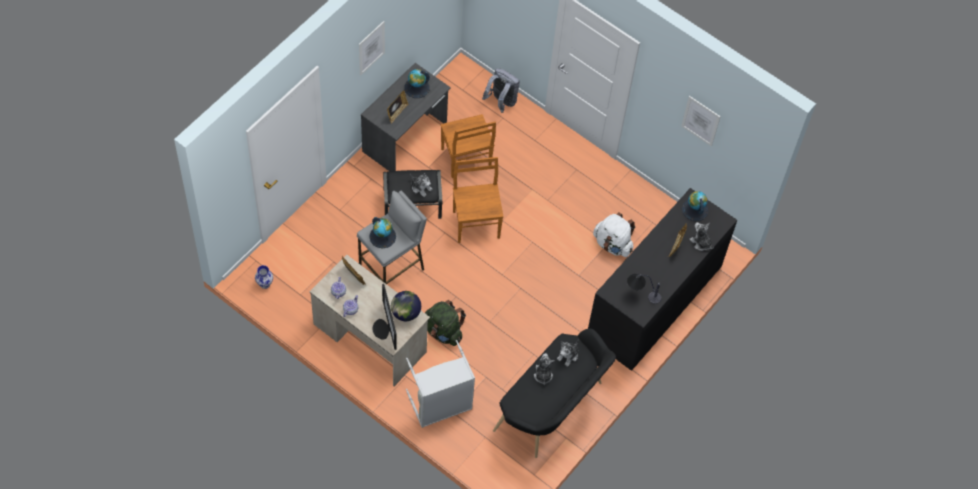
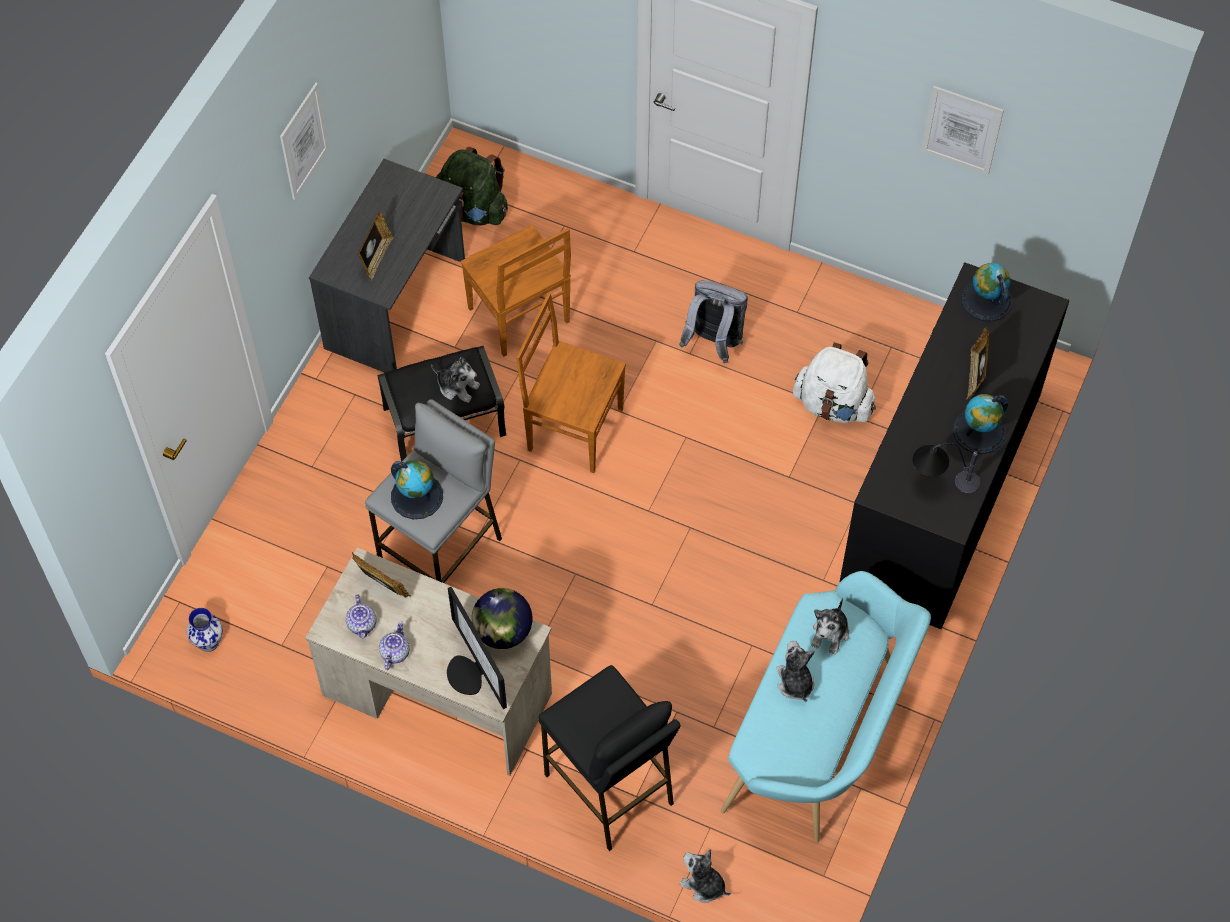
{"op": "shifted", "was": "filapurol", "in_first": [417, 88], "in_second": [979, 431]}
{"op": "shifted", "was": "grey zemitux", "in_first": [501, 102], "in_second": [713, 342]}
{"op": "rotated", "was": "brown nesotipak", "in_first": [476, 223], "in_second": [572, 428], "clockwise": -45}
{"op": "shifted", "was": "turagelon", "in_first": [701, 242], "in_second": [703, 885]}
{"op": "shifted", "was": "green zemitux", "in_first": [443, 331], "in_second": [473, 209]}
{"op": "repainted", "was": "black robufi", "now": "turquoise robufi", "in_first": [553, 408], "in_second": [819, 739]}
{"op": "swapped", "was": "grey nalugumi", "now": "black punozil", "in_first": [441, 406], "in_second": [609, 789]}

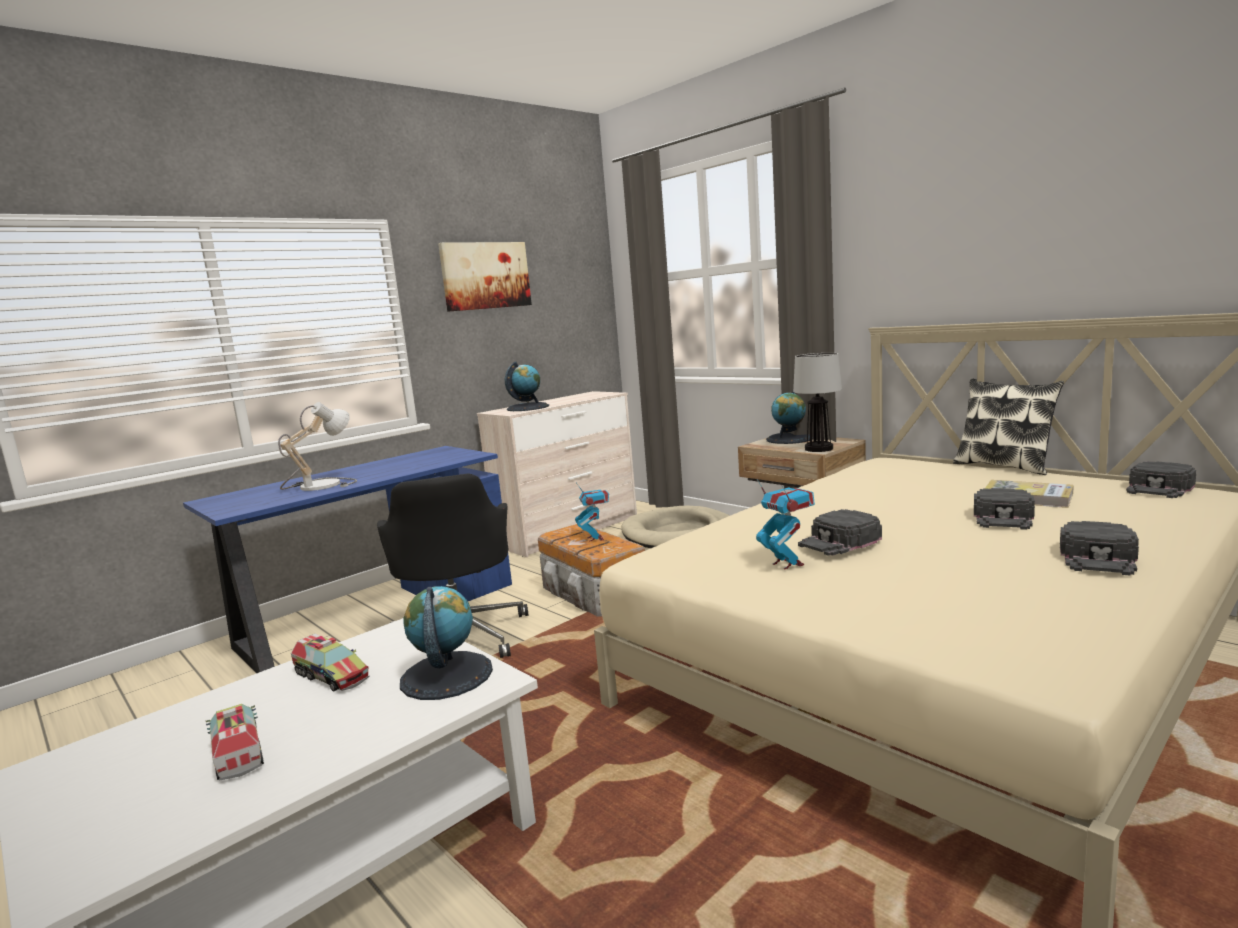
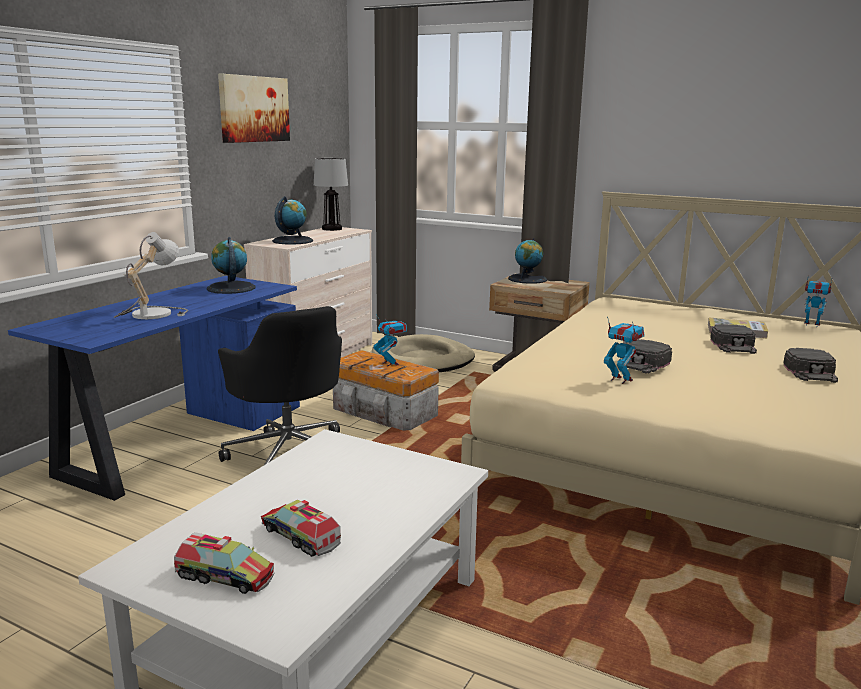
{"op": "shifted", "was": "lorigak", "in_first": [818, 449], "in_second": [331, 229]}
{"op": "gone", "was": "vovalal", "in_first": [1004, 466]}
{"op": "swapped", "was": "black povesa", "now": "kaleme", "in_first": [1159, 488], "in_second": [811, 325]}
{"op": "shifted", "was": "filapurol", "in_first": [446, 675], "in_second": [231, 288]}
{"op": "shifted", "was": "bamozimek", "in_first": [331, 676], "in_second": [225, 576]}

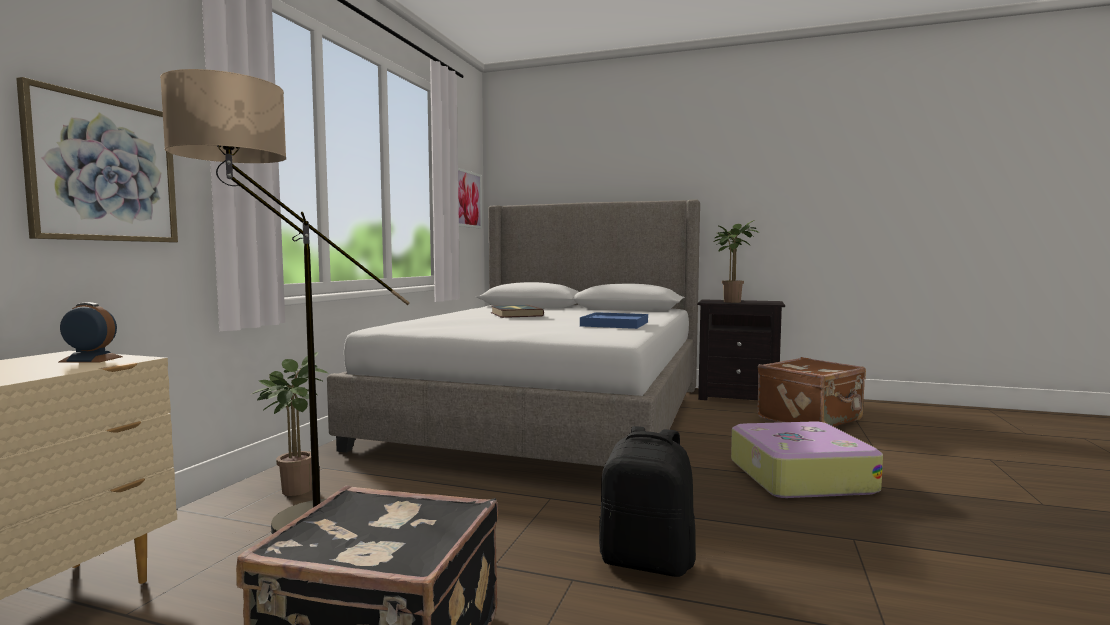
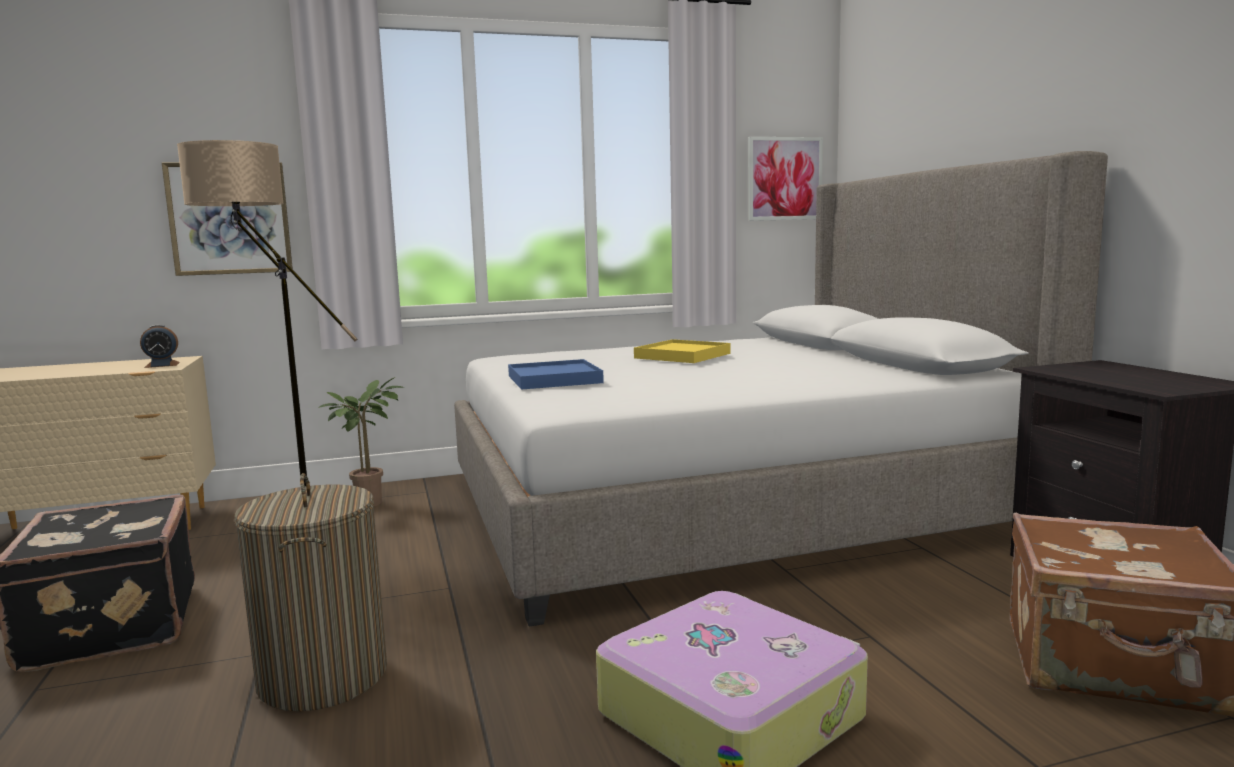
{"op": "gone", "was": "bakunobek", "in_first": [732, 301]}
{"op": "rotated", "was": "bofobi", "in_first": [91, 359], "in_second": [162, 365], "clockwise": 105}
{"op": "swapped", "was": "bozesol", "now": "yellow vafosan", "in_first": [516, 314], "in_second": [682, 356]}
{"op": "shifted", "was": "blue vafosan", "in_first": [614, 324], "in_second": [554, 379]}
{"op": "swapped", "was": "black zemitux", "now": "nalugumi", "in_first": [647, 561], "in_second": [323, 677]}

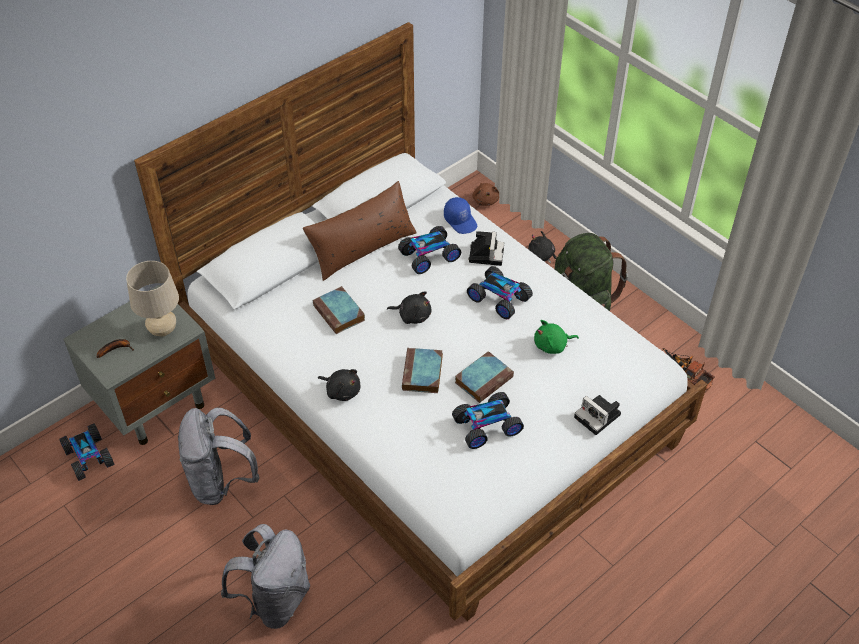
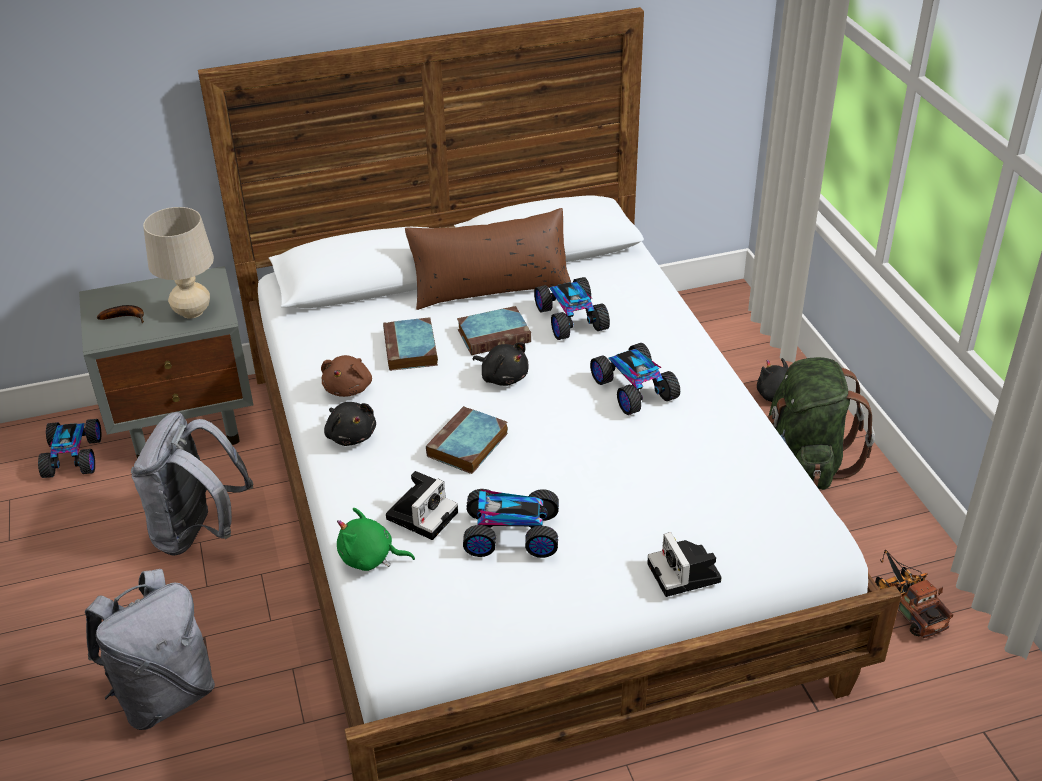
{"op": "shifted", "was": "brown turagelon", "in_first": [485, 200], "in_second": [349, 388]}
{"op": "gone", "was": "blue povesa", "in_first": [461, 221]}
{"op": "rotated", "was": "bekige", "in_first": [430, 256], "in_second": [572, 318], "clockwise": -105}
{"op": "shifted", "was": "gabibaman", "in_first": [486, 253], "in_second": [422, 513]}
{"op": "shifted", "was": "green turagelon", "in_first": [552, 345], "in_second": [370, 558]}
{"op": "shifted", "was": "bozesol", "in_first": [484, 379], "in_second": [495, 335]}

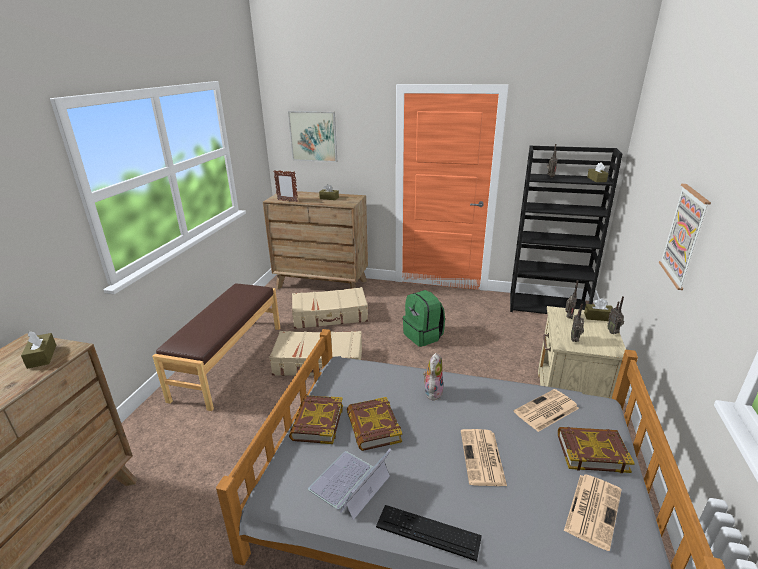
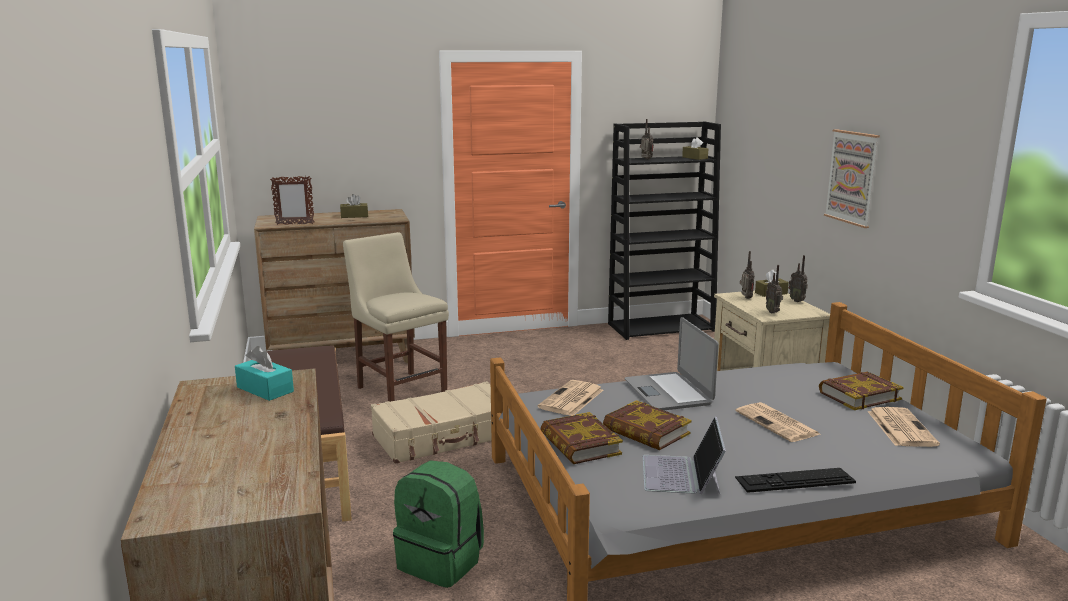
{"op": "gone", "was": "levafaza", "in_first": [313, 136]}
{"op": "swapped", "was": "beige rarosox", "now": "beige nesotipak", "in_first": [330, 316], "in_second": [400, 388]}
{"op": "shifted", "was": "green zemitux", "in_first": [423, 336], "in_second": [442, 562]}
{"op": "repainted", "was": "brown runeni", "now": "turquoise runeni", "in_first": [42, 356], "in_second": [265, 389]}
{"op": "swapped", "was": "turagelon", "now": "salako", "in_first": [432, 391], "in_second": [668, 392]}
{"op": "shifted", "was": "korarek", "in_first": [546, 411], "in_second": [571, 399]}

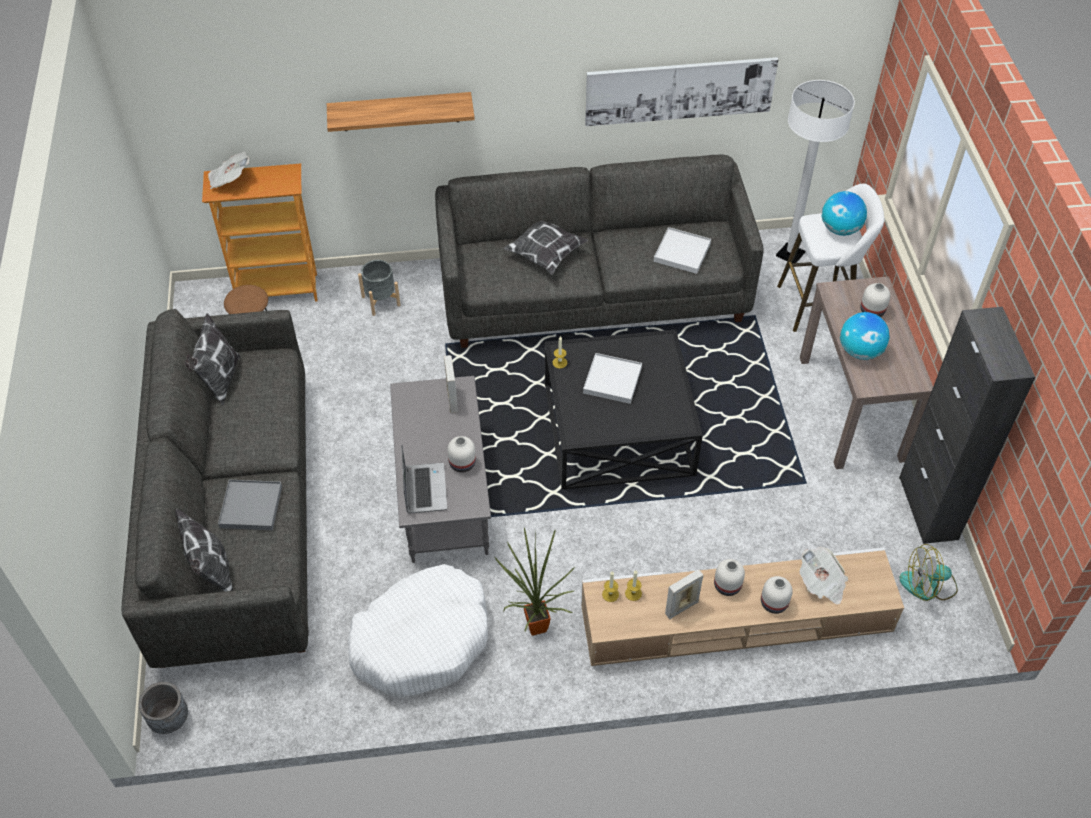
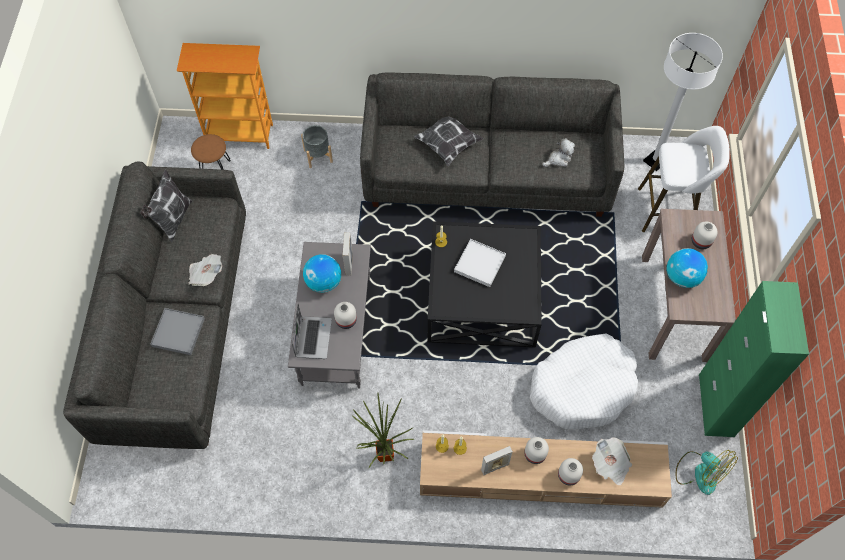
{"op": "gone", "was": "levafaza", "in_first": [679, 90]}
{"op": "gone", "was": "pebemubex", "in_first": [400, 111]}
{"op": "shifted", "was": "korarek", "in_first": [229, 180], "in_second": [206, 275]}
{"op": "shifted", "was": "filapurol", "in_first": [840, 229], "in_second": [323, 282]}
{"op": "swapped", "was": "white vafosan", "now": "turagelon", "in_first": [682, 252], "in_second": [558, 159]}
{"op": "repainted", "was": "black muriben", "now": "green muriben", "in_first": [928, 508], "in_second": [716, 405]}
{"op": "gone", "was": "vovalal", "in_first": [212, 572]}
{"op": "rotated", "was": "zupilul", "in_first": [928, 585], "in_second": [700, 472], "clockwise": -135}
{"op": "shifted", "was": "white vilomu", "in_first": [422, 640], "in_second": [582, 387]}
{"op": "gone", "was": "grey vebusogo", "in_first": [169, 719]}

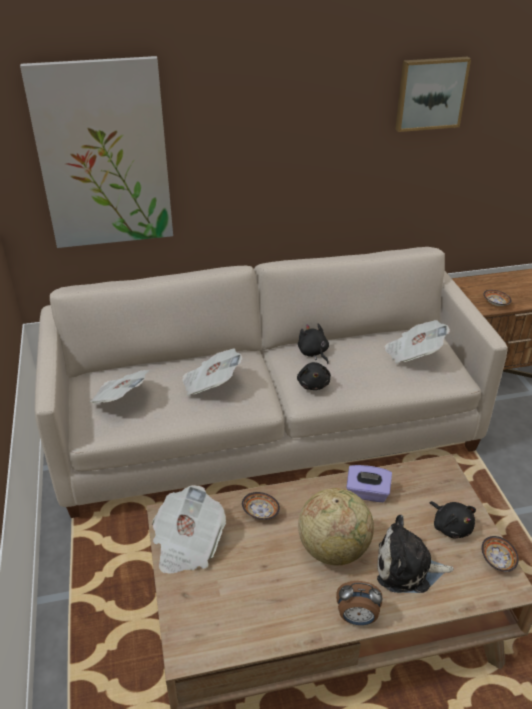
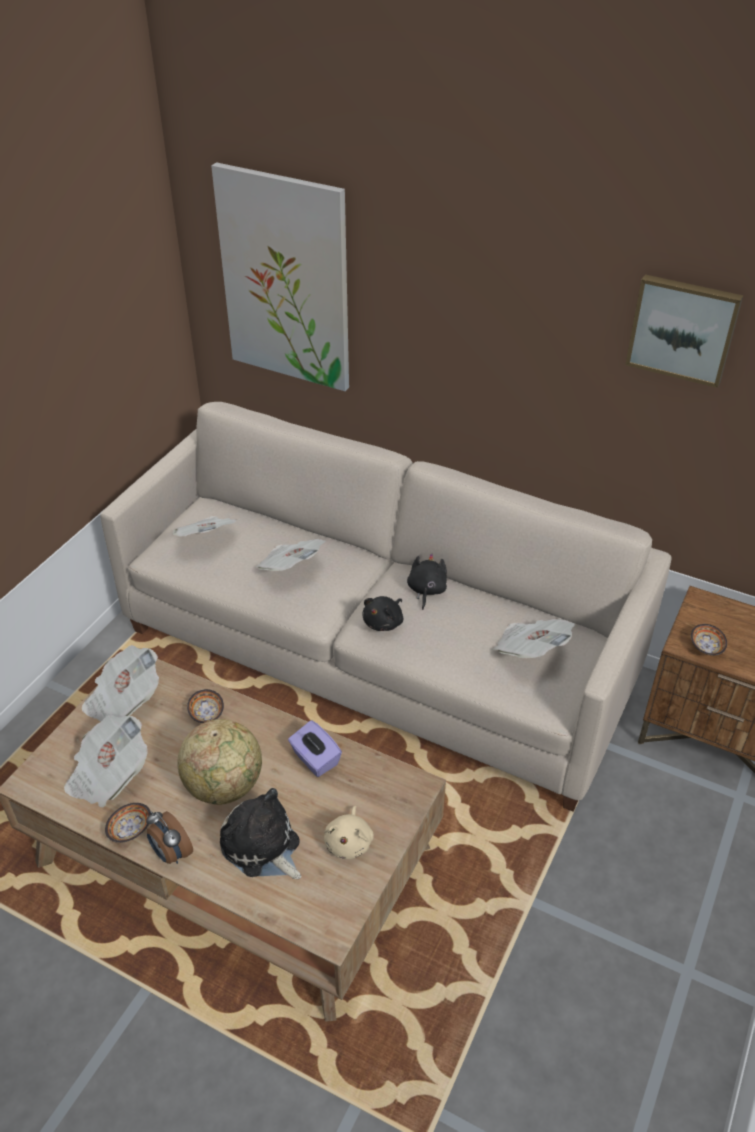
{"op": "repainted", "was": "black turagelon", "now": "beige turagelon", "in_first": [451, 526], "in_second": [349, 842]}
{"op": "shifted", "was": "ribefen", "in_first": [496, 561], "in_second": [129, 830]}
{"op": "new", "now": "korarek", "in_second": [108, 775]}

